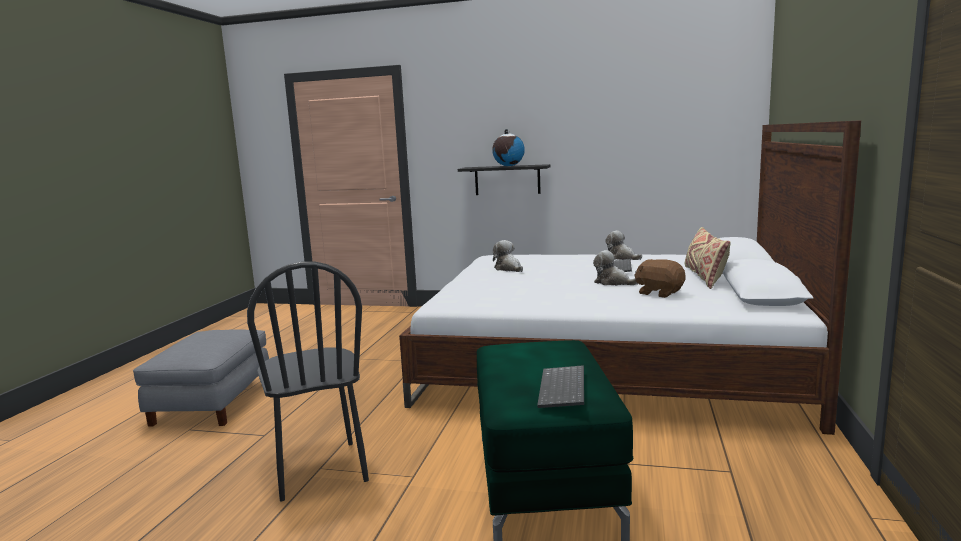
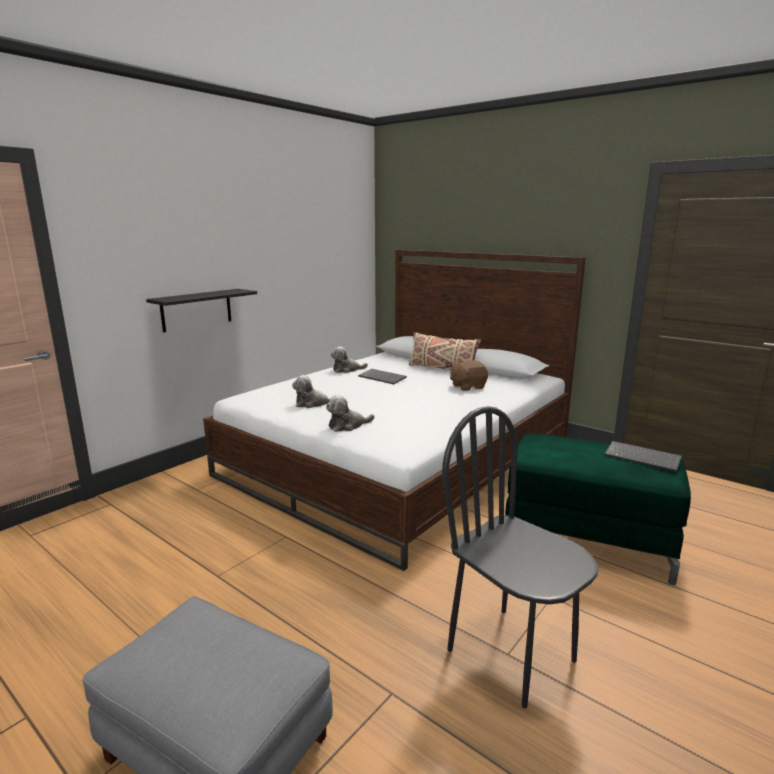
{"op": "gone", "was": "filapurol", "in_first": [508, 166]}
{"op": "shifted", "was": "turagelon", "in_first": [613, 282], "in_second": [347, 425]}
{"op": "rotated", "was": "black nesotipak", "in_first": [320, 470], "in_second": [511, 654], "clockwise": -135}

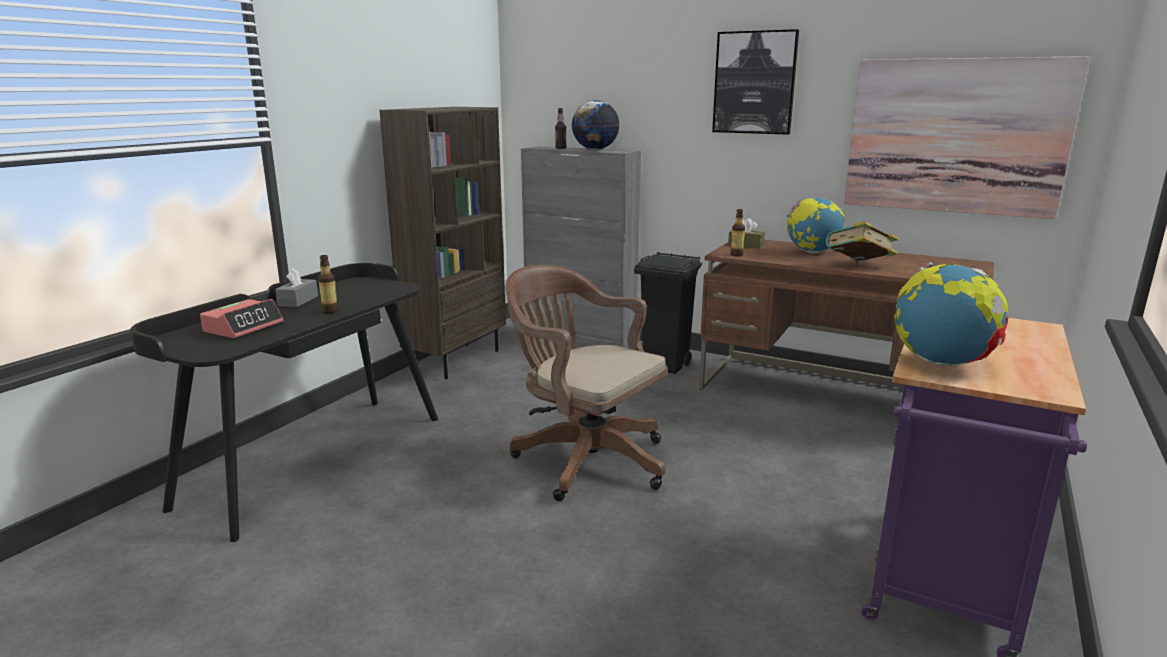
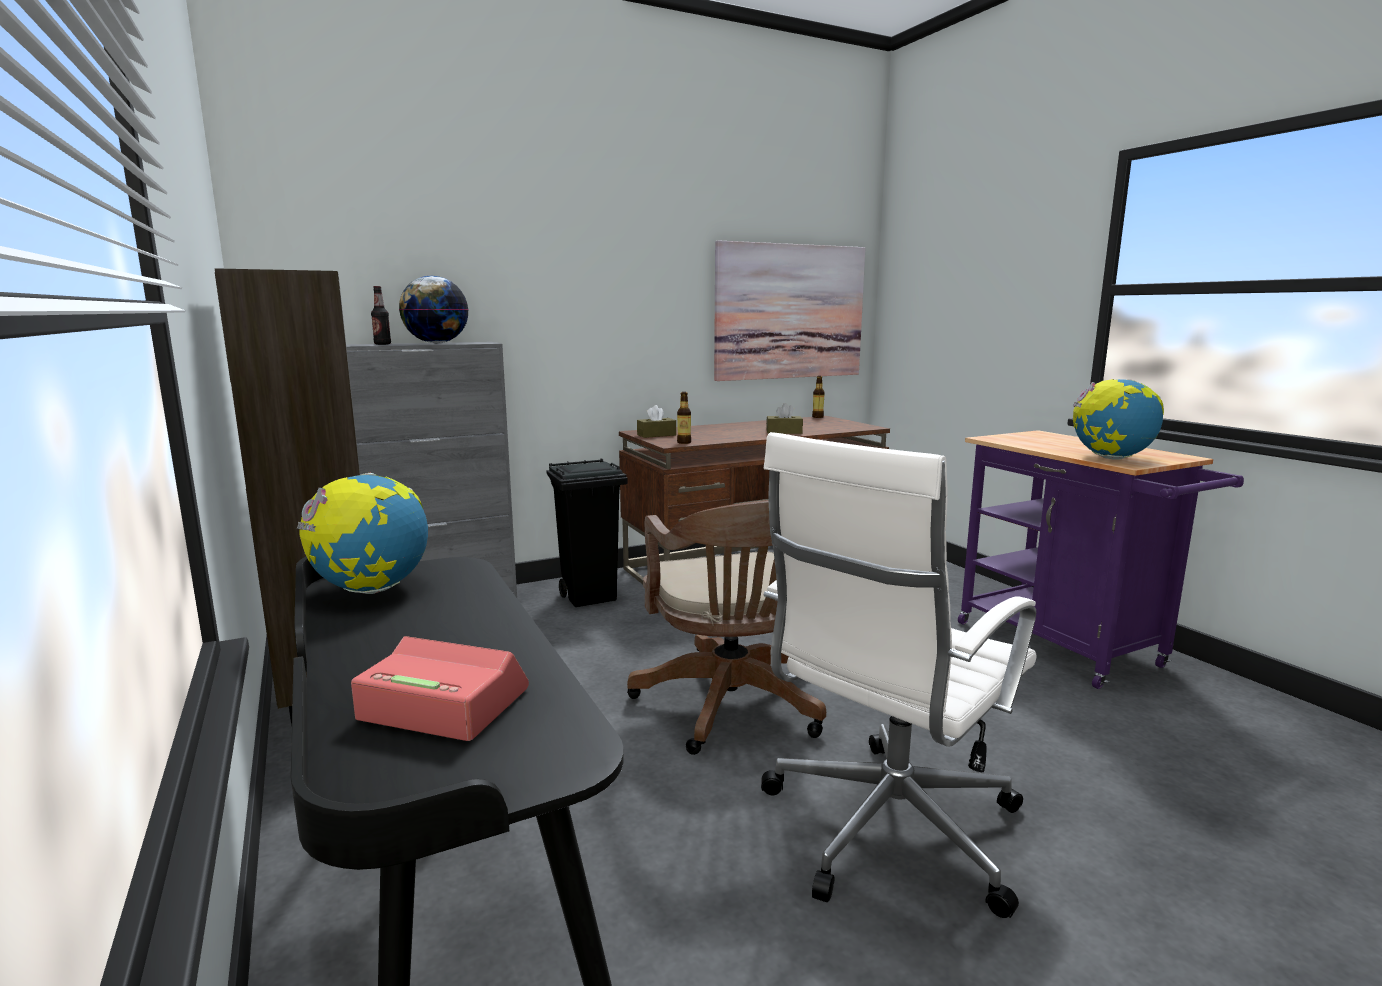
{"op": "gone", "was": "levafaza", "in_first": [754, 83]}
{"op": "shifted", "was": "filapurol", "in_first": [812, 252], "in_second": [372, 590]}
{"op": "swapped", "was": "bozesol", "now": "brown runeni", "in_first": [858, 266], "in_second": [784, 432]}
{"op": "shifted", "was": "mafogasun", "in_first": [330, 311], "in_second": [817, 417]}
{"op": "rotated", "was": "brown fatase", "in_first": [584, 458], "in_second": [734, 707], "clockwise": -90}
{"op": "gone", "was": "grey runeni", "in_first": [298, 301]}
{"op": "rotated", "was": "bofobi", "in_first": [244, 327], "in_second": [443, 704], "clockwise": -45}
{"op": "new", "now": "white fatase", "in_second": [886, 830]}

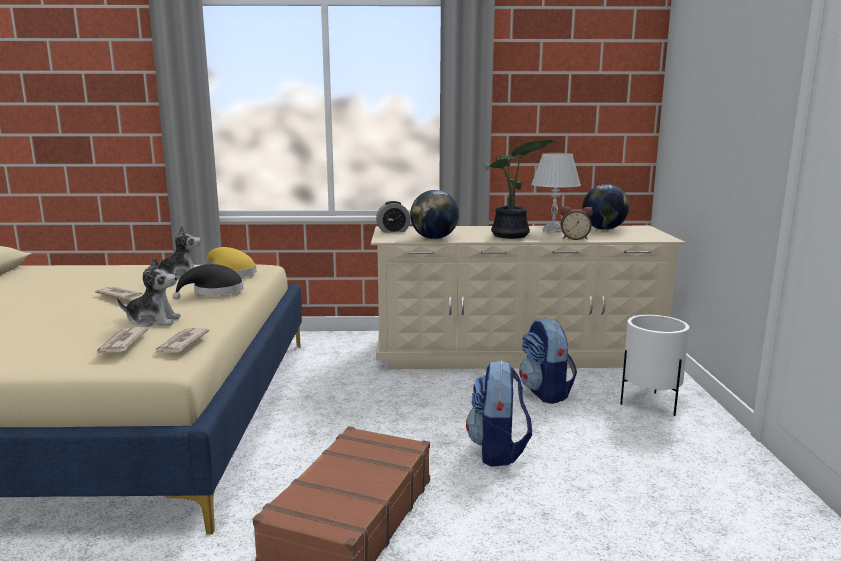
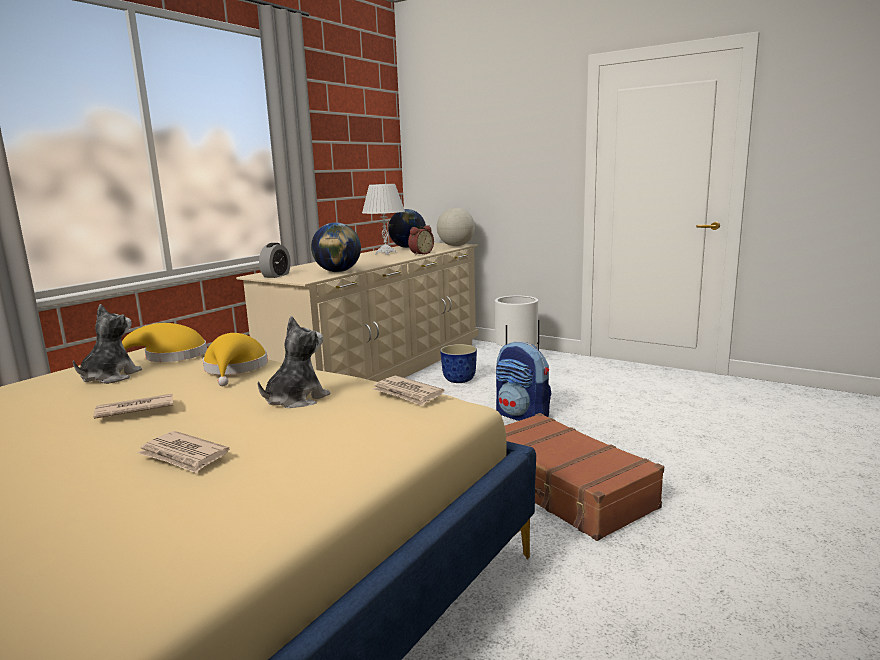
{"op": "gone", "was": "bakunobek", "in_first": [511, 236]}
{"op": "repainted", "was": "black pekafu", "now": "yellow pekafu", "in_first": [214, 292], "in_second": [235, 369]}
{"op": "swapped", "was": "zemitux", "now": "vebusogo", "in_first": [545, 393], "in_second": [459, 380]}
{"op": "shifted", "was": "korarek", "in_first": [121, 343], "in_second": [183, 455]}
{"op": "new", "now": "filapurol", "in_second": [456, 246]}

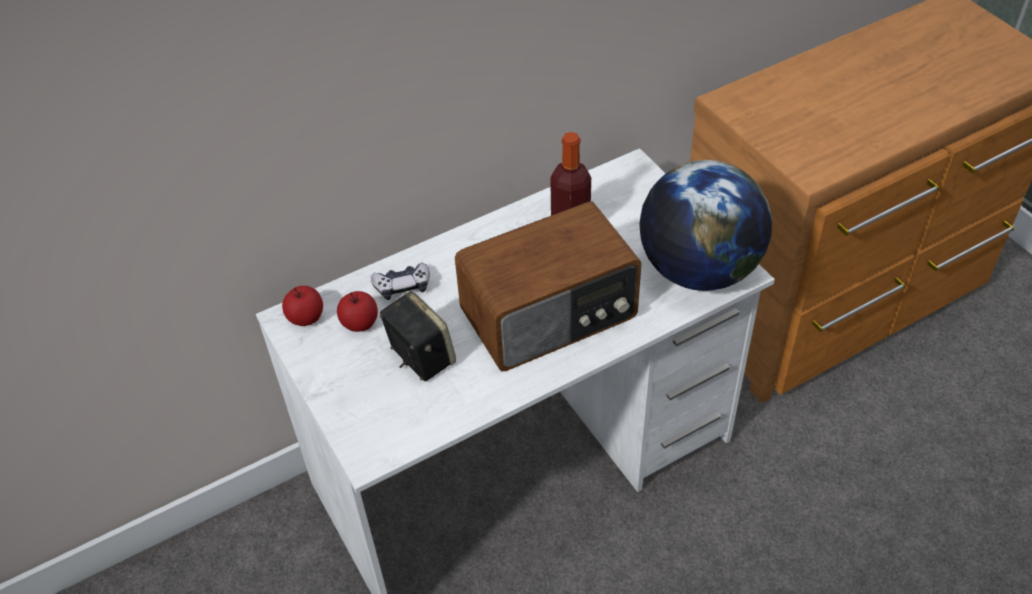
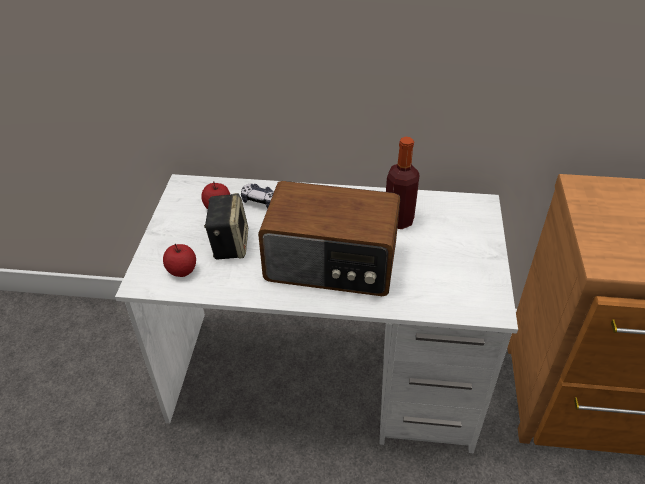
{"op": "gone", "was": "filapurol", "in_first": [698, 270]}
{"op": "shifted", "was": "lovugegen", "in_first": [306, 317], "in_second": [182, 270]}

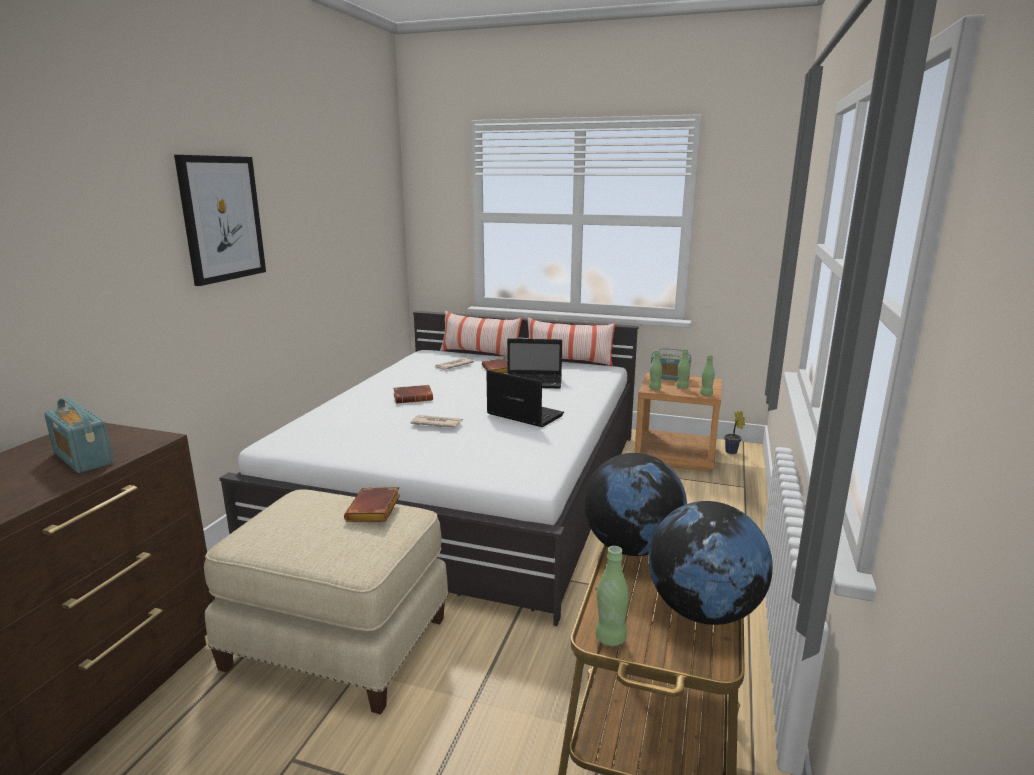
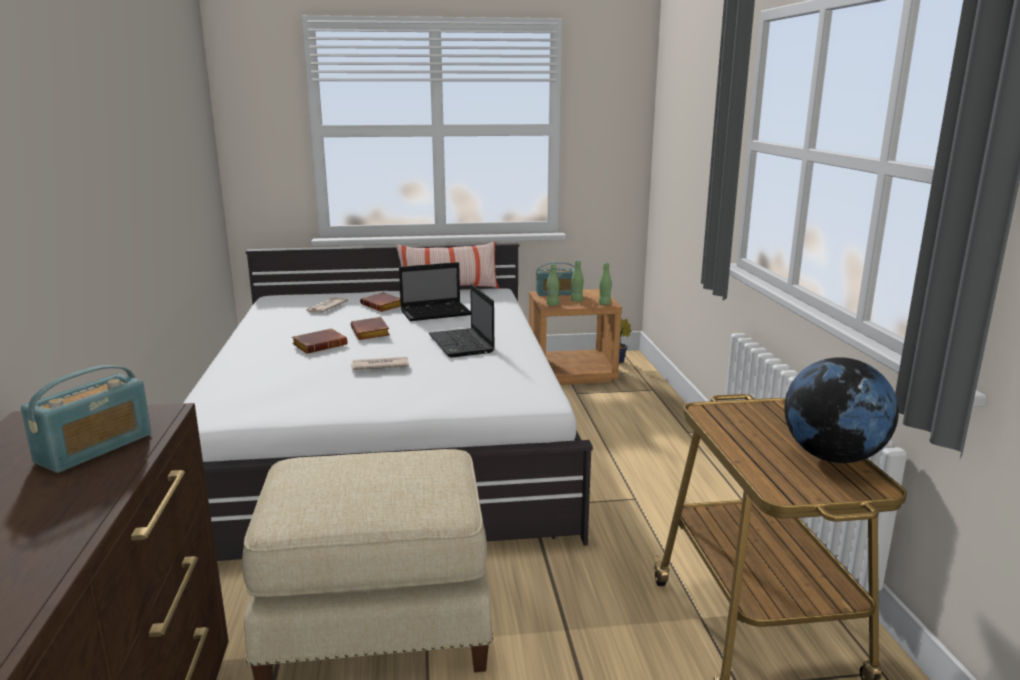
{"op": "gone", "was": "levafaza", "in_first": [222, 218]}
{"op": "gone", "was": "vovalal", "in_first": [480, 354]}
{"op": "rotated", "was": "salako", "in_first": [523, 415], "in_second": [462, 344], "clockwise": -120}
{"op": "rotated", "was": "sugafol", "in_first": [83, 458], "in_second": [95, 448], "clockwise": -75}
{"op": "gone", "was": "filapurol", "in_first": [632, 548]}
{"op": "shifted", "was": "brown bozesol", "in_first": [375, 511], "in_second": [372, 333]}
{"op": "gone", "was": "green mafogasun", "in_first": [610, 638]}

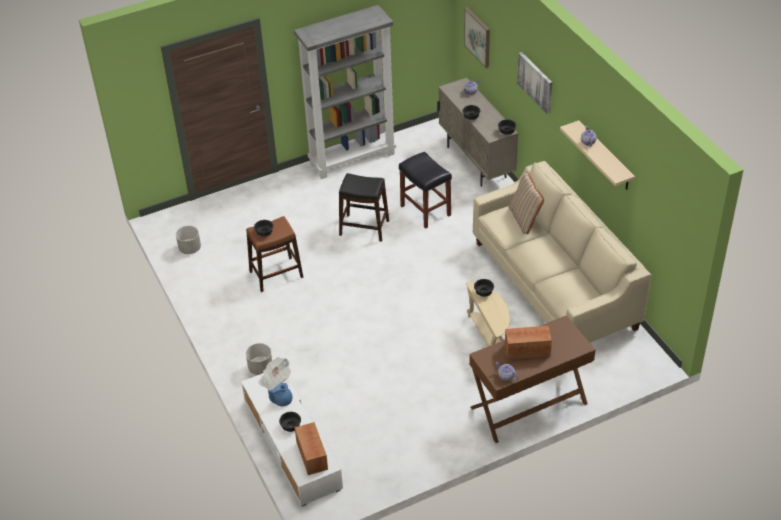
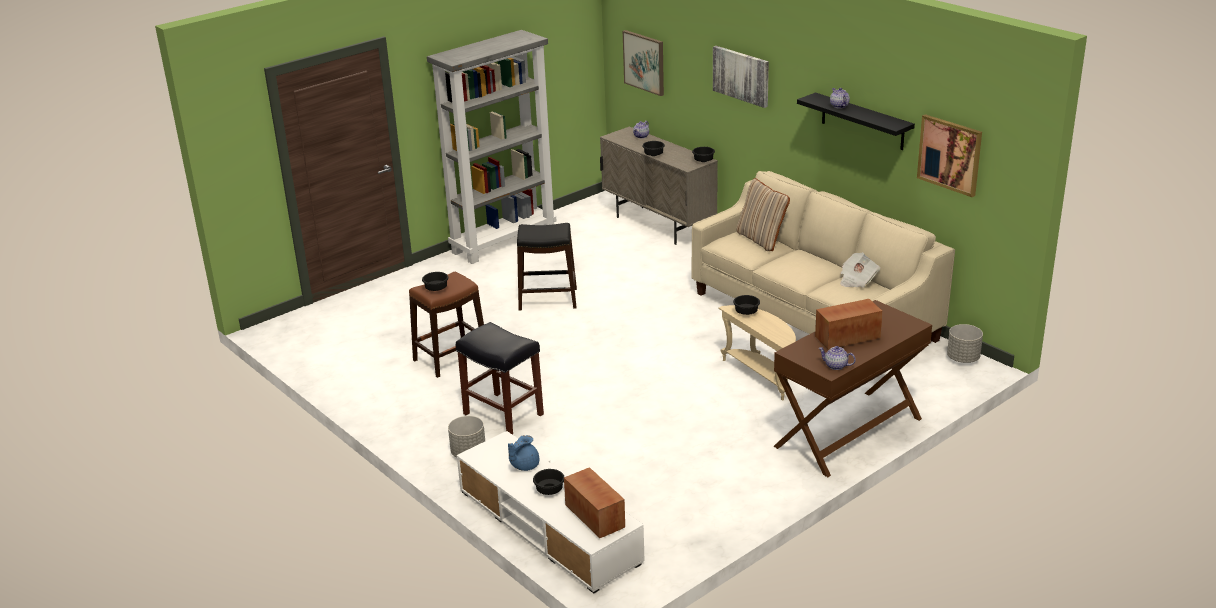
{"op": "repainted", "was": "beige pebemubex", "now": "black pebemubex", "in_first": [605, 156], "in_second": [862, 121]}
{"op": "shifted", "was": "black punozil", "in_first": [425, 210], "in_second": [502, 414]}
{"op": "shifted", "was": "grey vebusogo", "in_first": [190, 249], "in_second": [963, 358]}
{"op": "shifted", "was": "korarek", "in_first": [275, 379], "in_second": [857, 280]}
{"op": "new", "now": "levafaza", "in_second": [950, 154]}

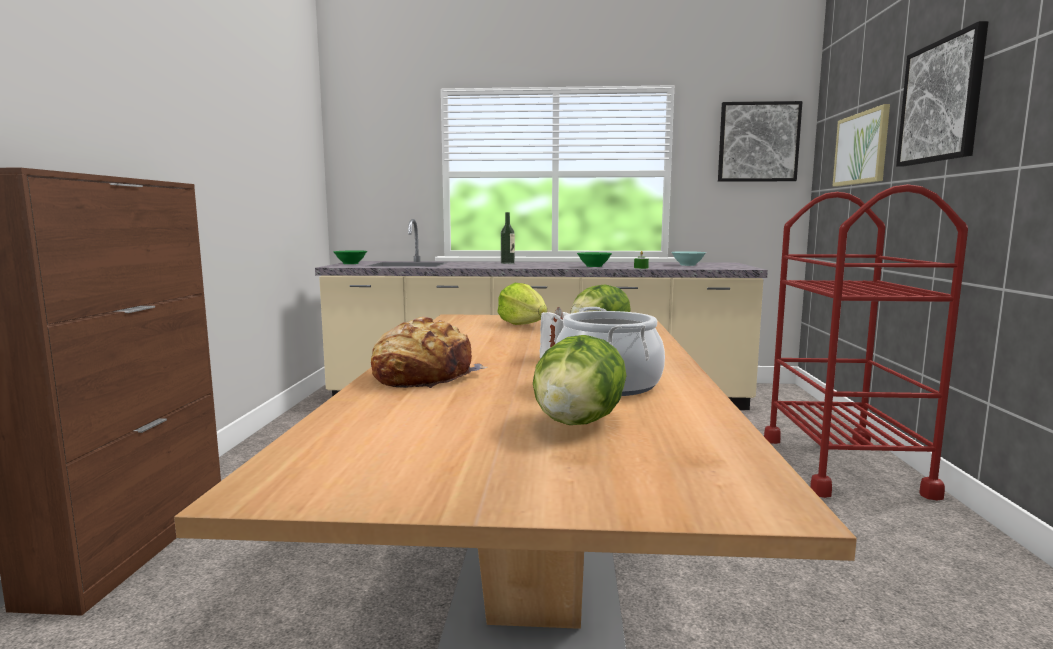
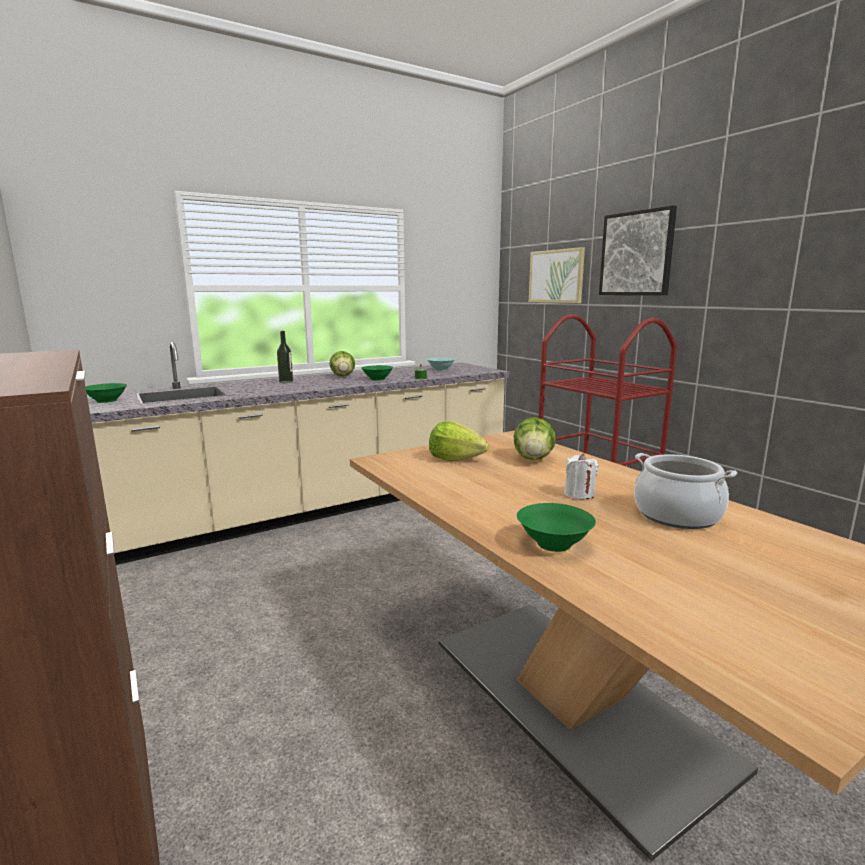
{"op": "gone", "was": "levafaza", "in_first": [758, 142]}
{"op": "swapped", "was": "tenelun", "now": "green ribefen", "in_first": [423, 375], "in_second": [553, 544]}
{"op": "shifted", "was": "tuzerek", "in_first": [578, 423], "in_second": [343, 376]}

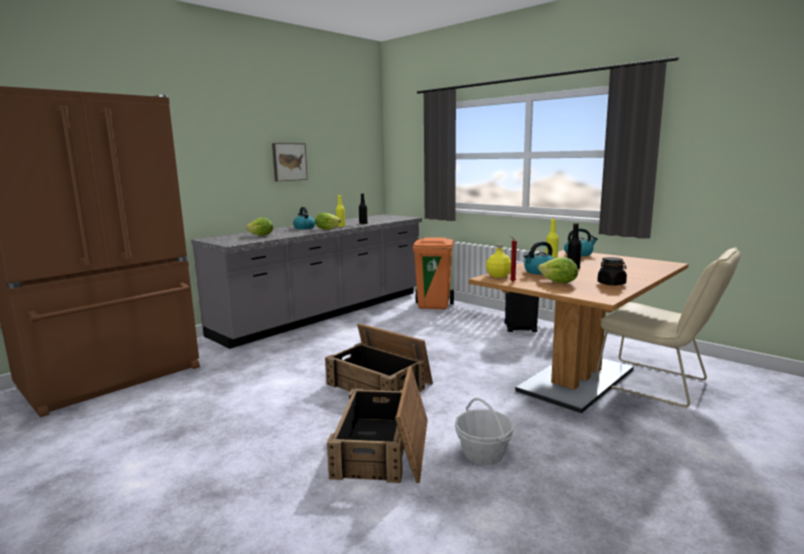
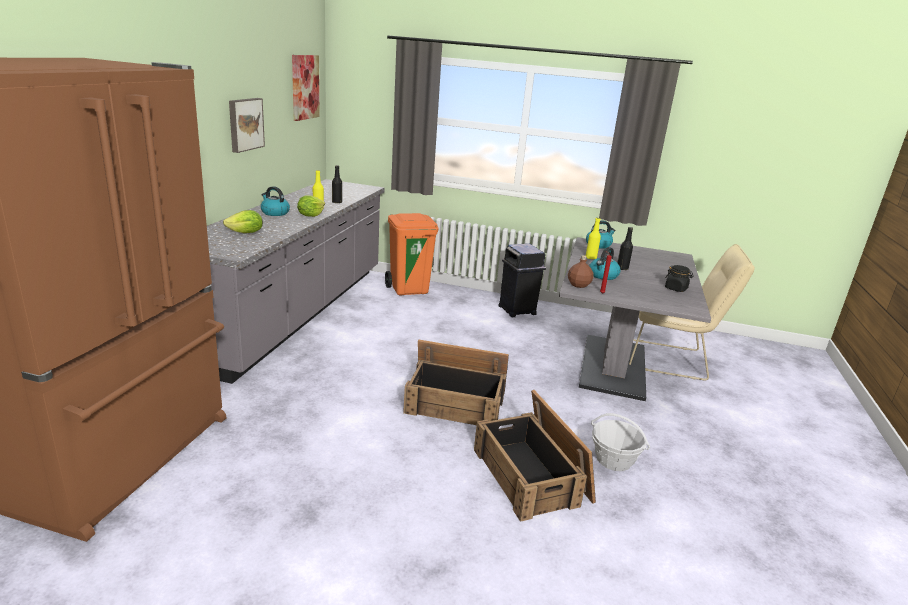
{"op": "repainted", "was": "yellow mafogasun", "now": "brown mafogasun", "in_first": [498, 276], "in_second": [578, 285]}
{"op": "repainted", "was": "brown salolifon", "now": "grey salolifon", "in_first": [576, 380], "in_second": [613, 366]}
{"op": "gone", "was": "tuzerek", "in_first": [558, 282]}
{"op": "new", "now": "levafaza", "in_second": [304, 87]}

